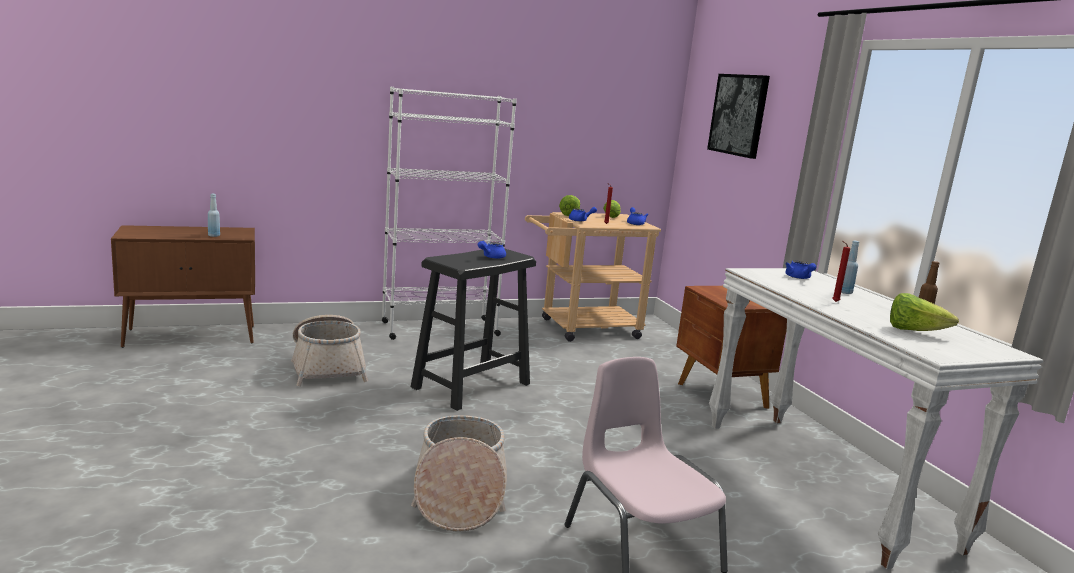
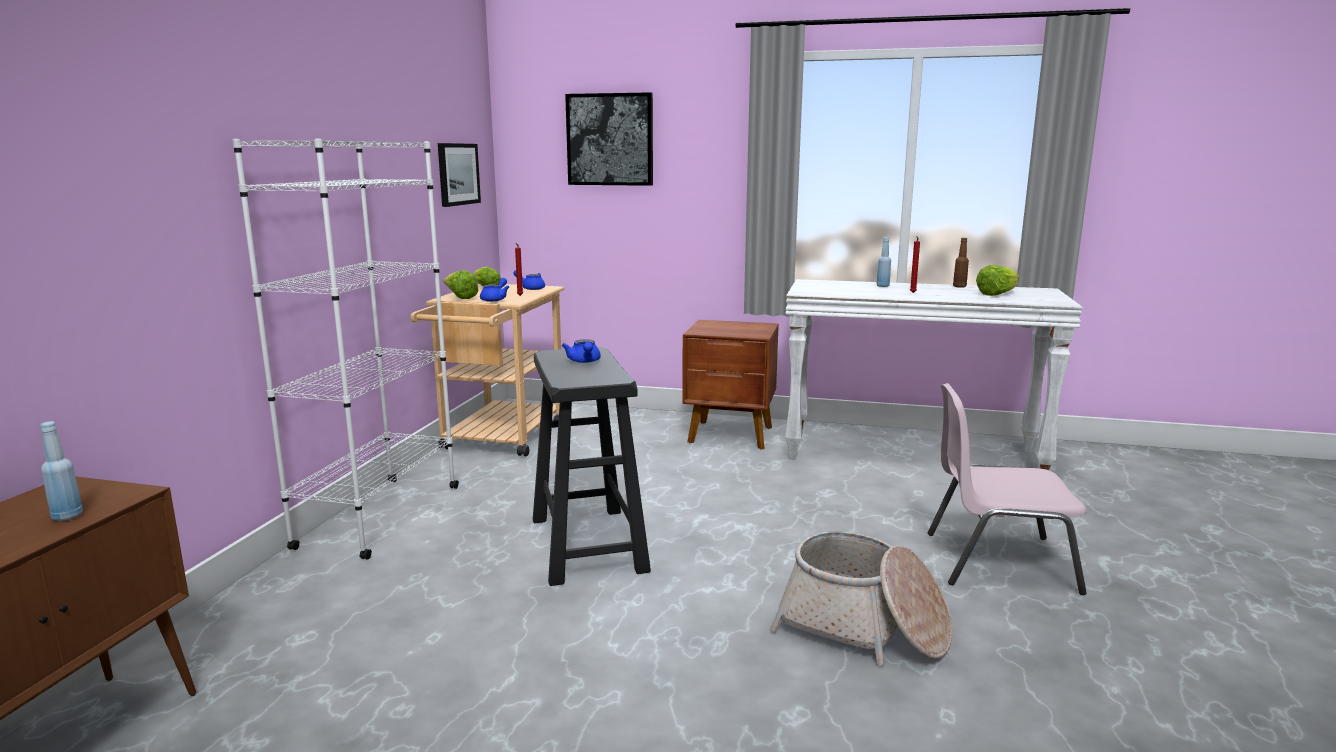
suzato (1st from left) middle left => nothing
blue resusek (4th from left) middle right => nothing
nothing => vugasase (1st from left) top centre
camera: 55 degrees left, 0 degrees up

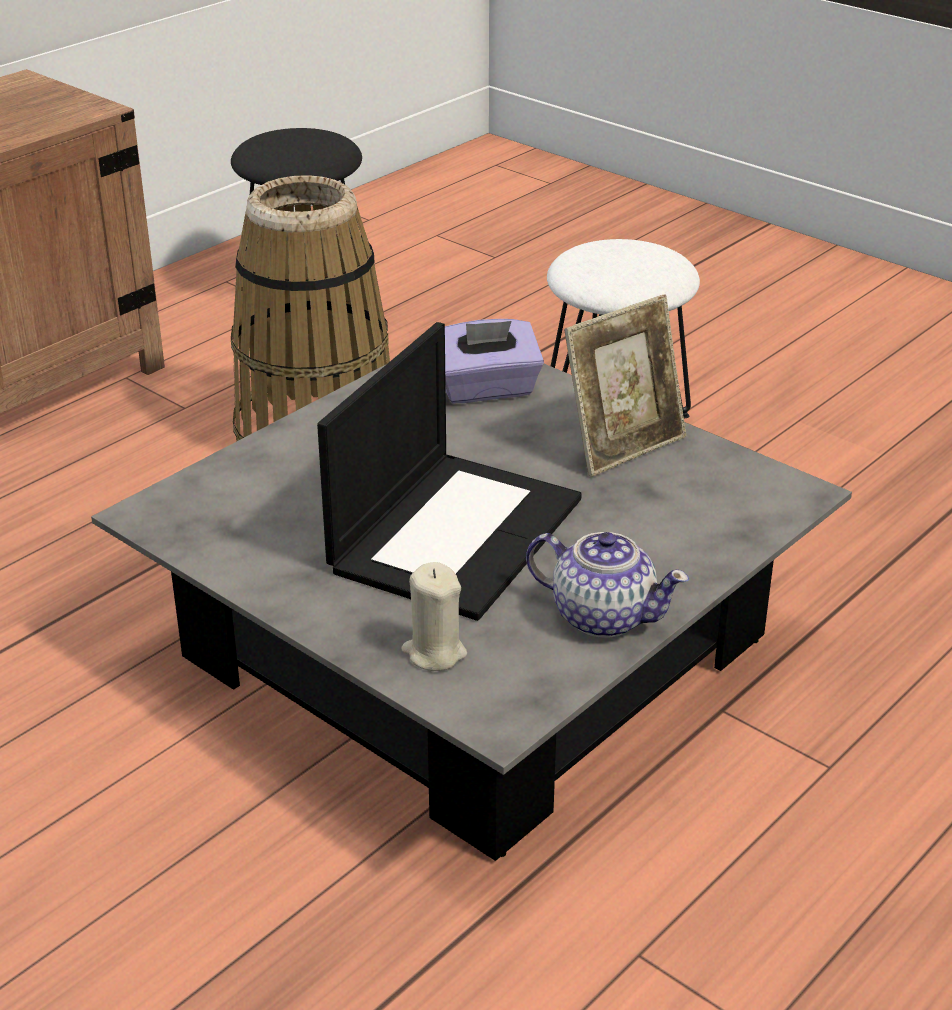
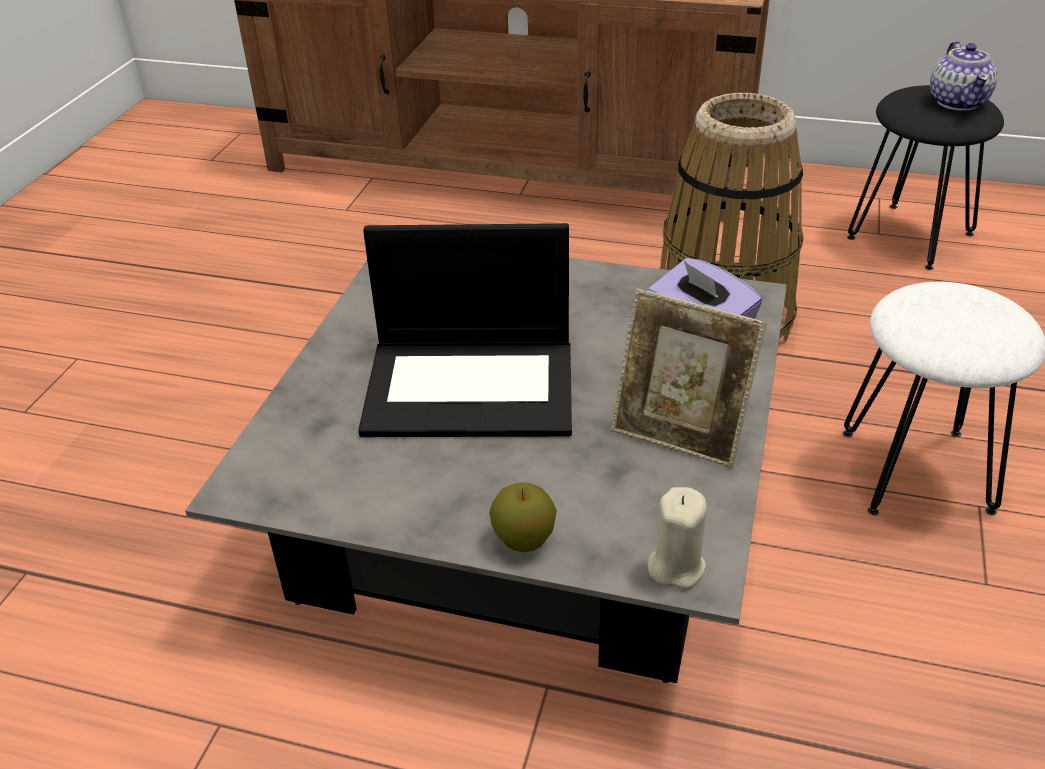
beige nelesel centre => beige nelesel bottom centre, moved
resusek centre => resusek top right, moved
nothing => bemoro bottom centre
camera: 65 degrees right, 5 degrees up

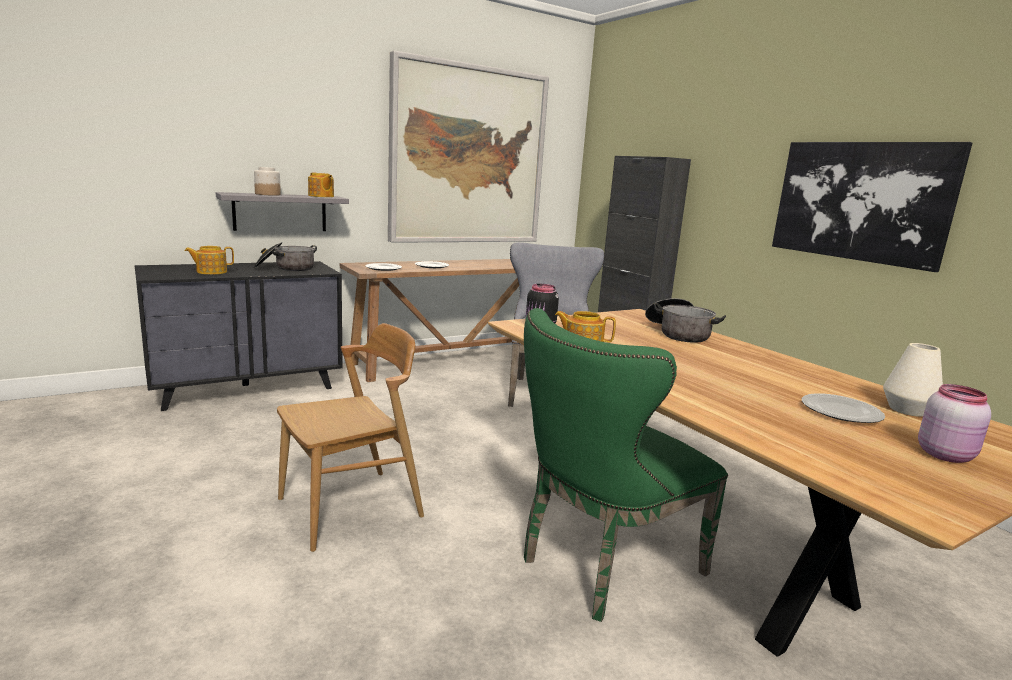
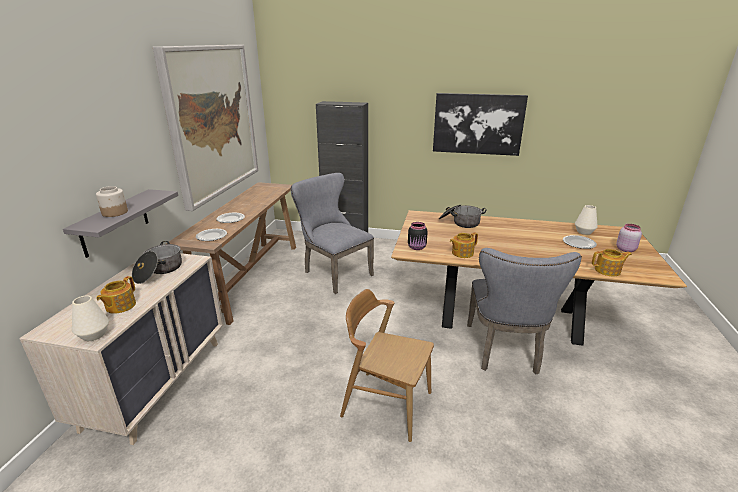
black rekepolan middle left => beige rekepolan bottom left
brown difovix centre => brown difovix bottom centre, 75 degrees counterclockwise
resusek (2nd from left in the first image) top left => resusek (3rd from left) middle right, moved
green difovix bottom centre => grey difovix (2nd from left) middle right
nothing => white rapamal (1st from left) middle left
camera: 45 degrees left, 10 degrees up

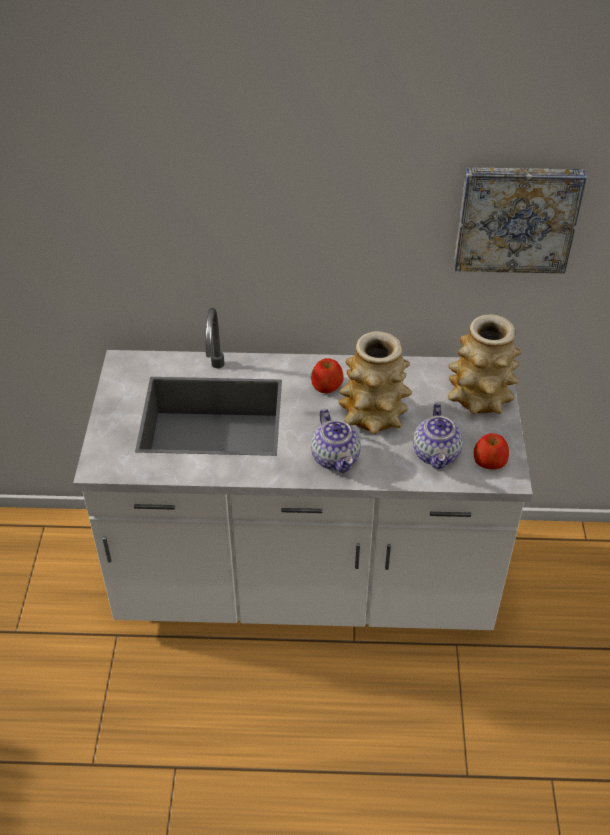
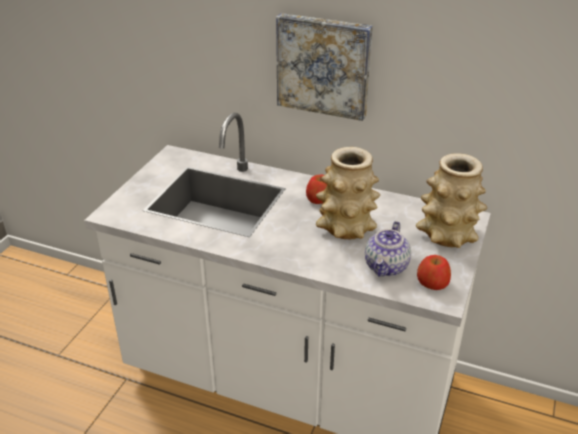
resusek (1st from left) centre => nothing
vugasase top right => vugasase top centre, moved
camera: 20 degrees right, 10 degrees down

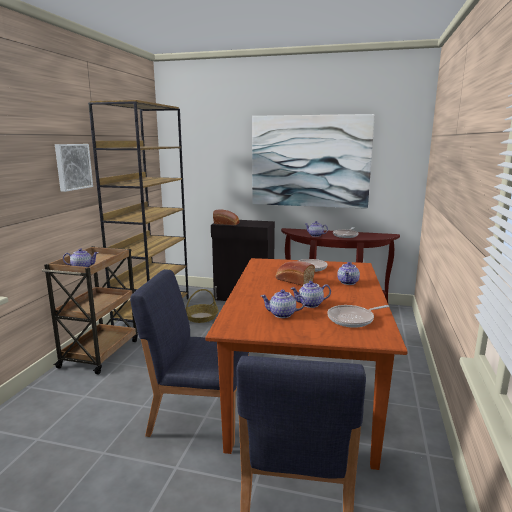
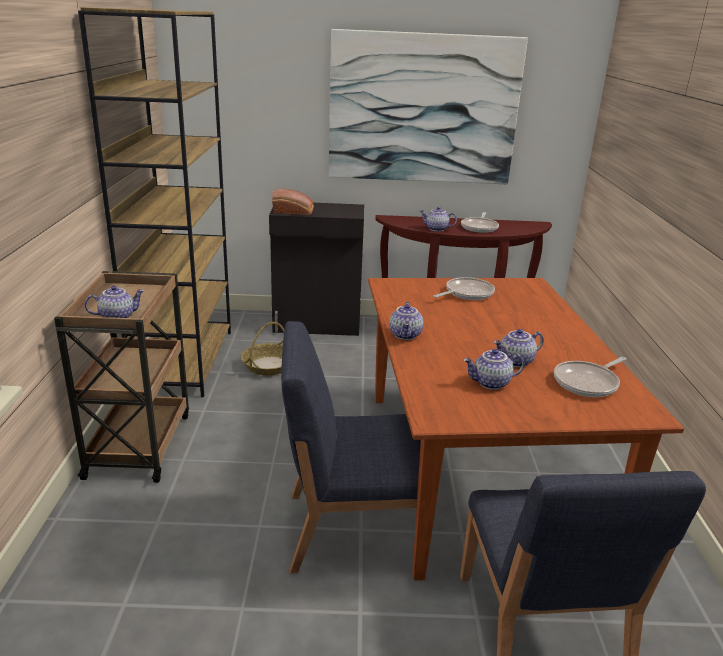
vugasase (1st from left) top left => nothing
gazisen (2nd from left) centre => nothing
resusek (5th from left in the first image) middle right => resusek (2nd from left) centre, moved
camera: 15 degrees left, 10 degrees up

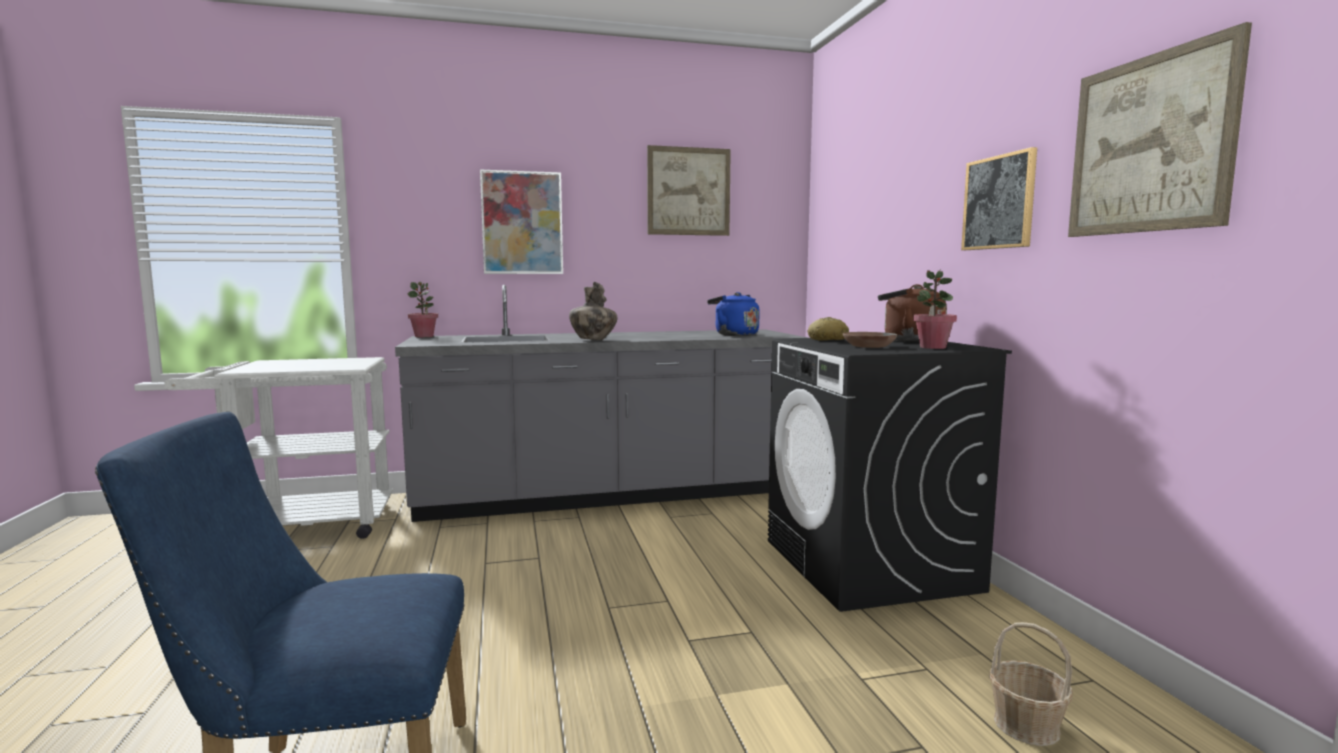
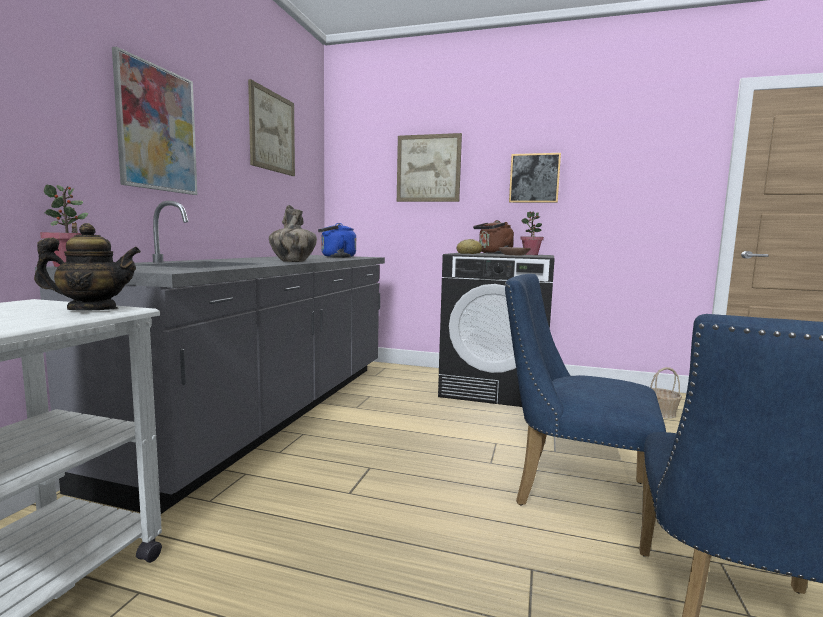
vugasase (4th from left in the first image) top right => vugasase (3rd from left) top centre, moved
nothing => resusek middle left
nothing => blue difovix (1st from left) middle right
camera: 60 degrees left, 0 degrees up

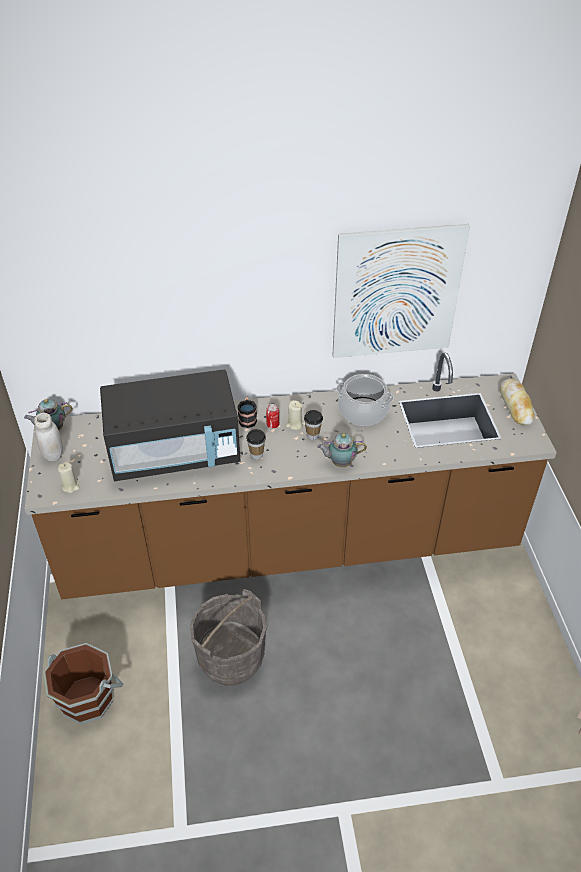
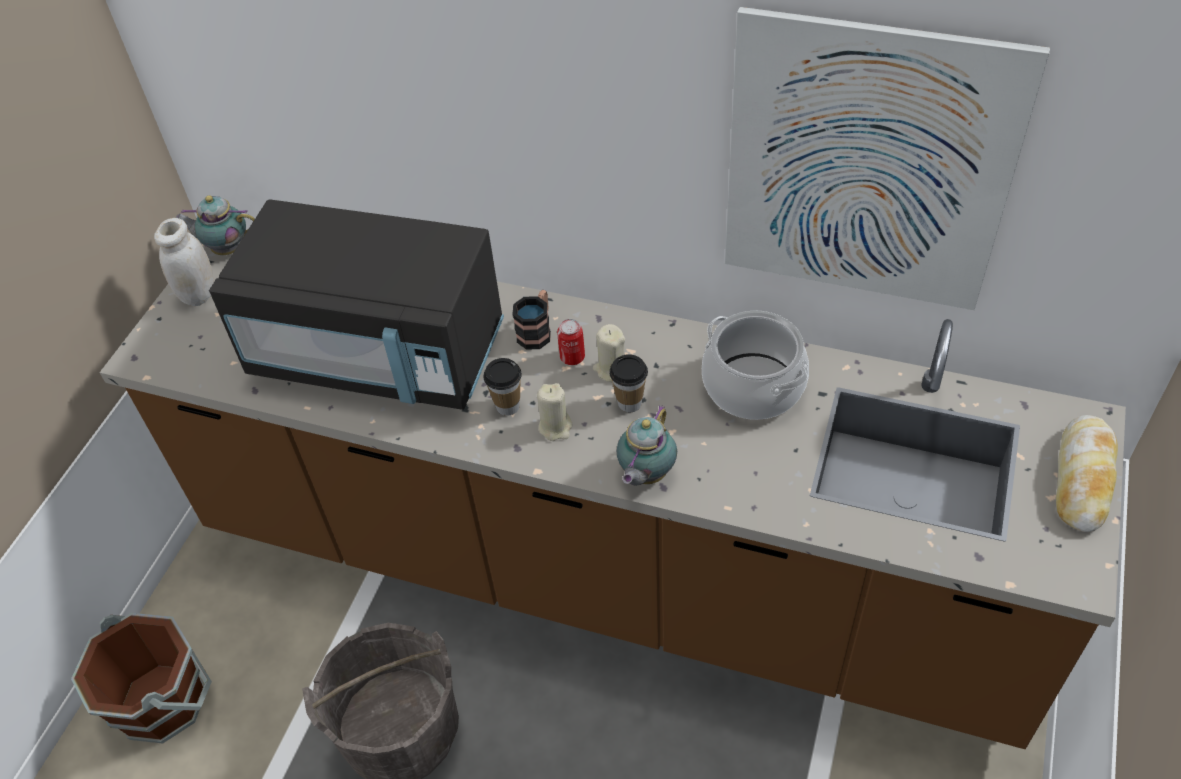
beige nelesel (1st from left) middle left => beige nelesel (1st from left) centre, moved
resusek (2nd from left) centre, 90 degrees counterclockwise
camera: 30 degrees right, 5 degrees up

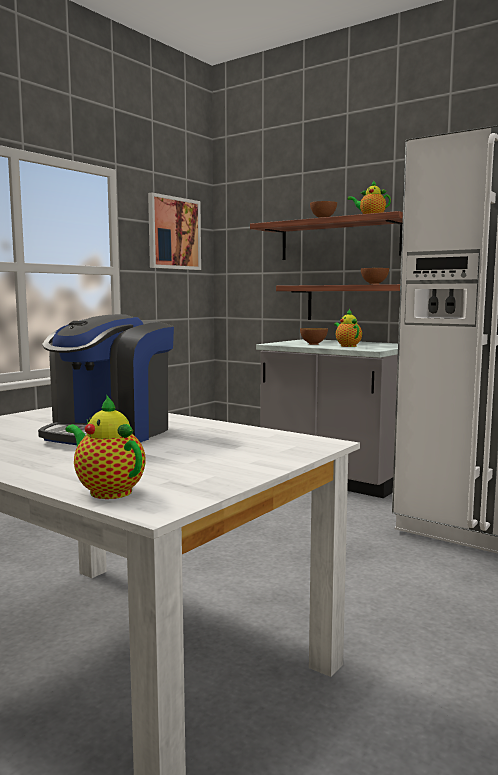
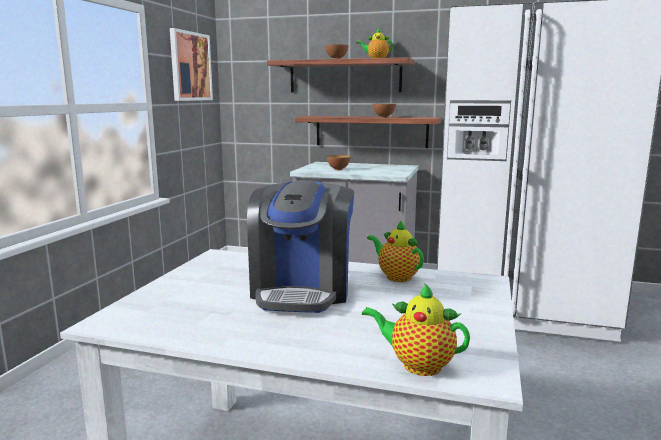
resusek (2nd from left) middle right => resusek (2nd from left) centre, moved
camera: 20 degrees left, 5 degrees up

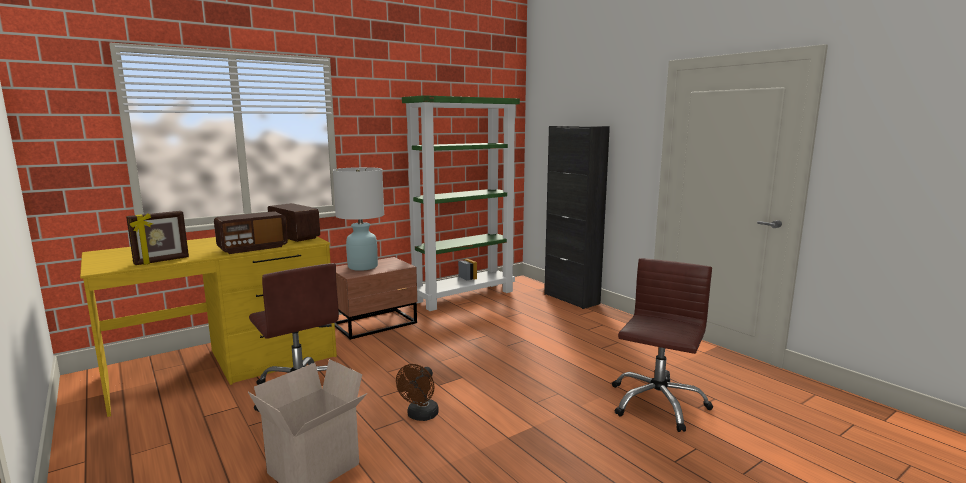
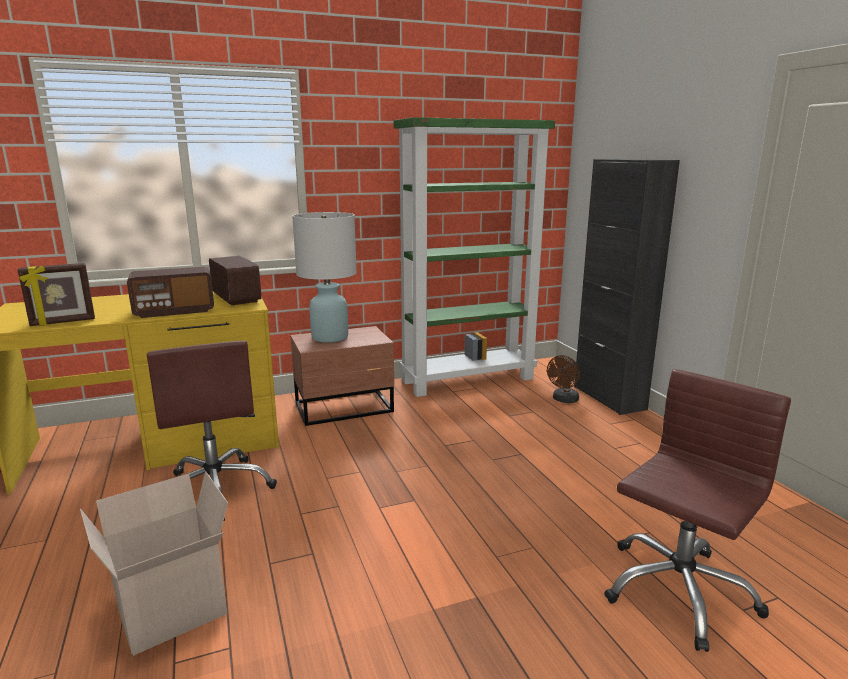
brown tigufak bottom centre => brown tigufak centre, moved
camera: 15 degrees right, 5 degrees up

